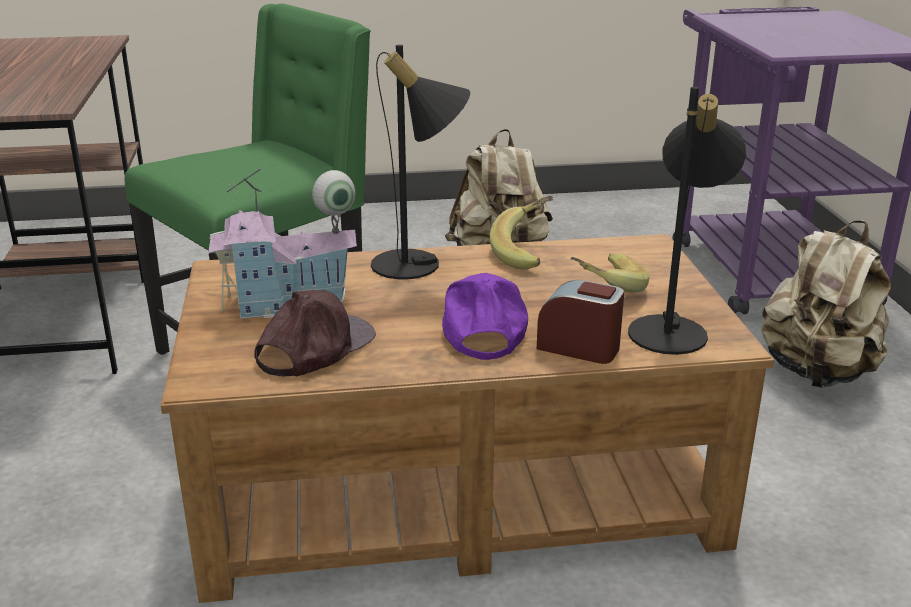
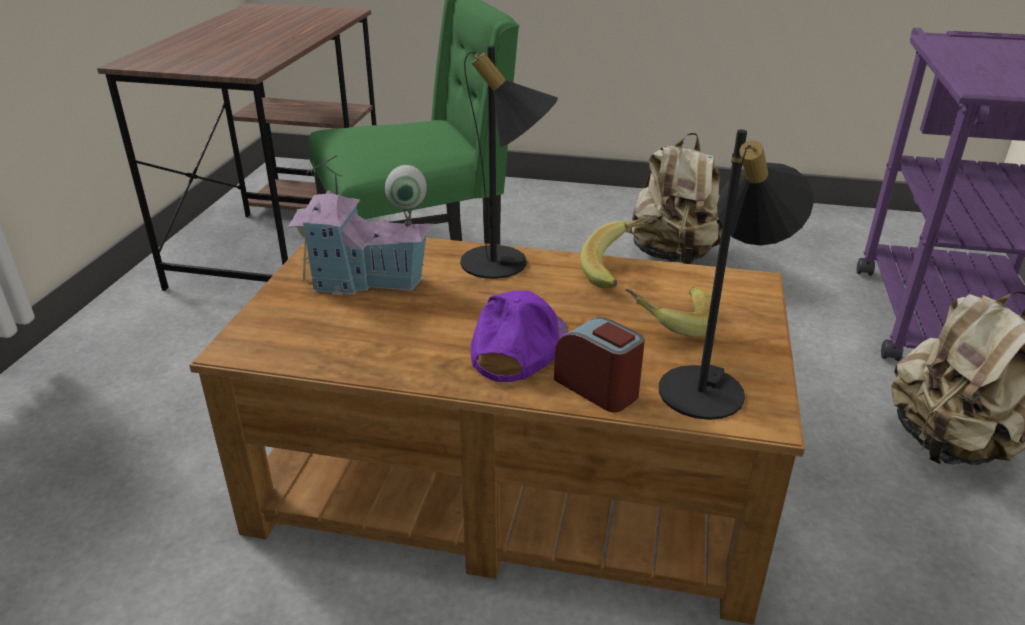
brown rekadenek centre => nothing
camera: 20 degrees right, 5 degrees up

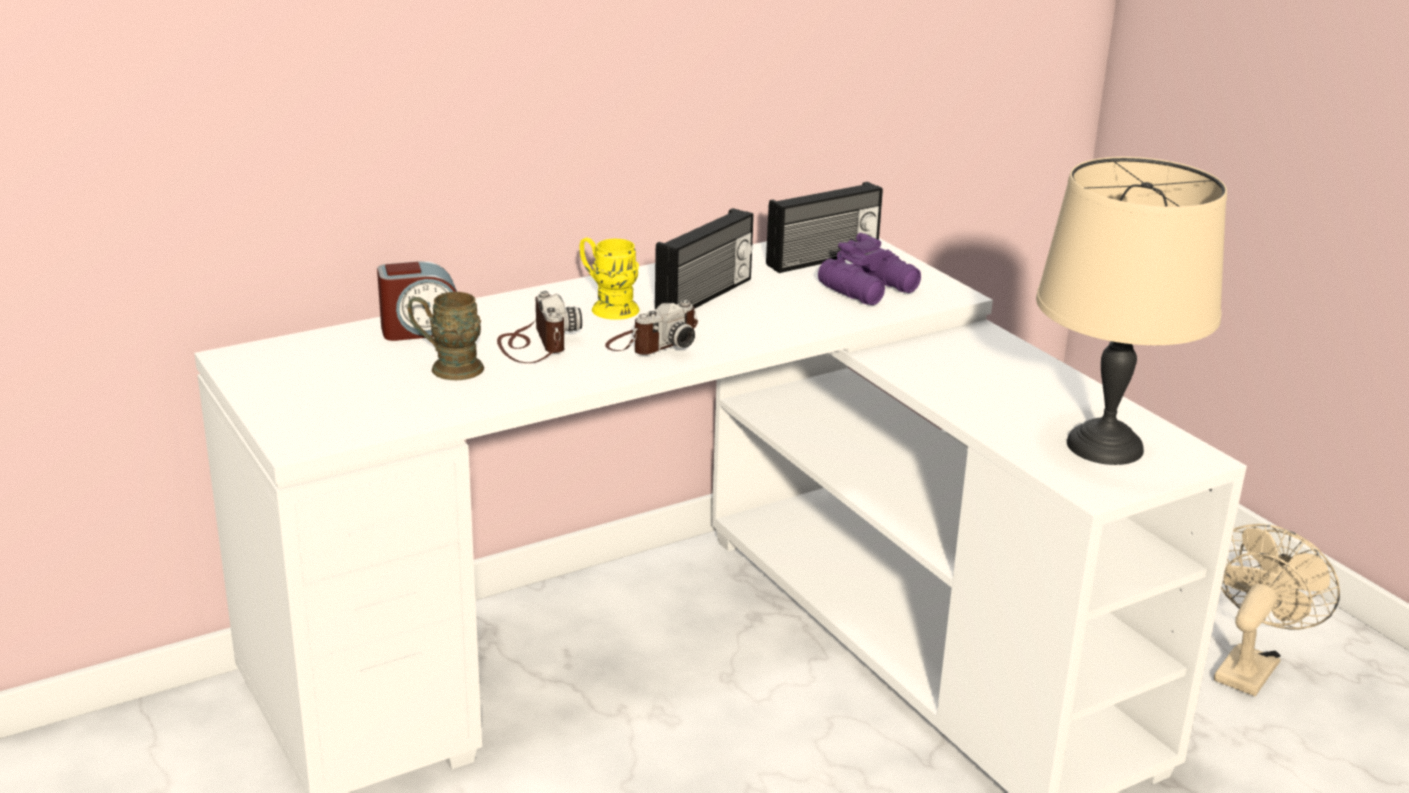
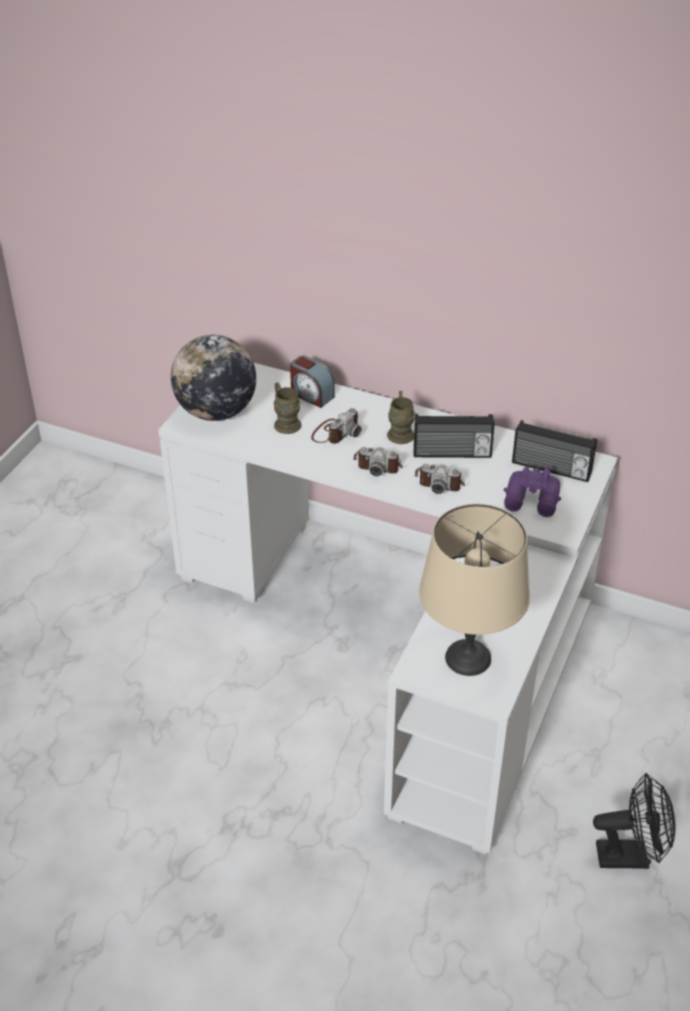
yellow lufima centre => brown lufima (2nd from left) centre
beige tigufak bottom right => black tigufak bottom right
nothing => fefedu middle left
nothing => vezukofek (3rd from left) centre
camera: 55 degrees right, 15 degrees up

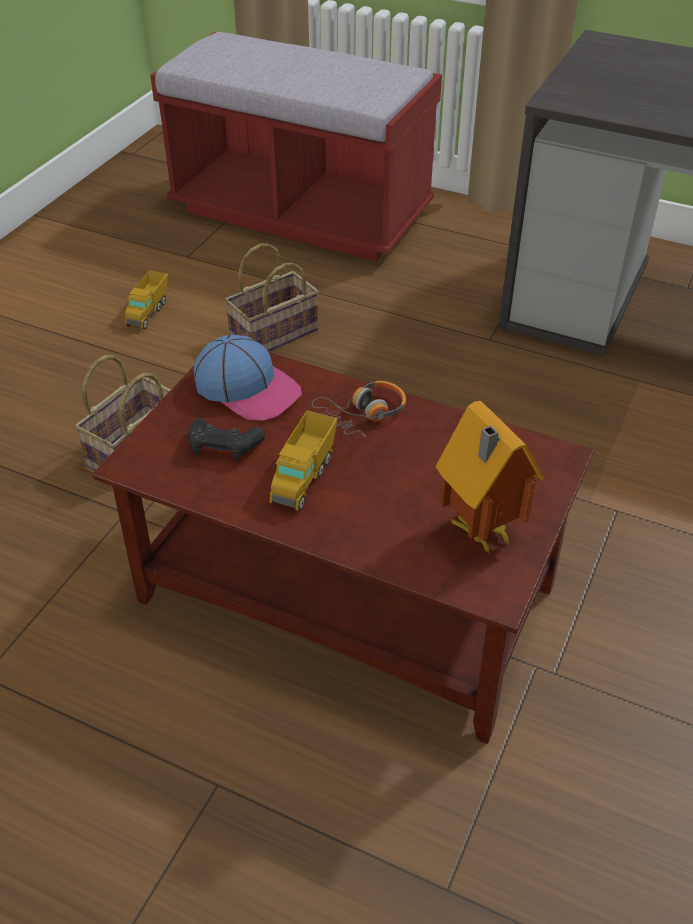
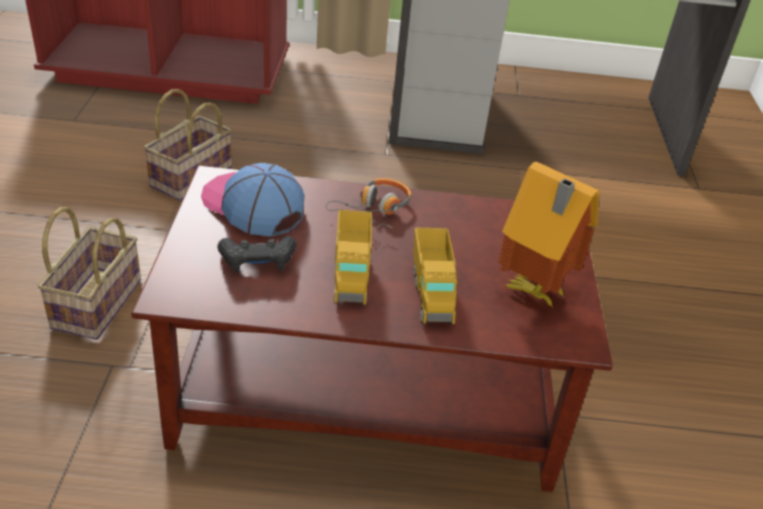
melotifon (1st from left in the first image) top left => melotifon (2nd from left) centre, moved
rekadenek centre => rekadenek middle left, 150 degrees counterclockwise
camera: 25 degrees left, 5 degrees down

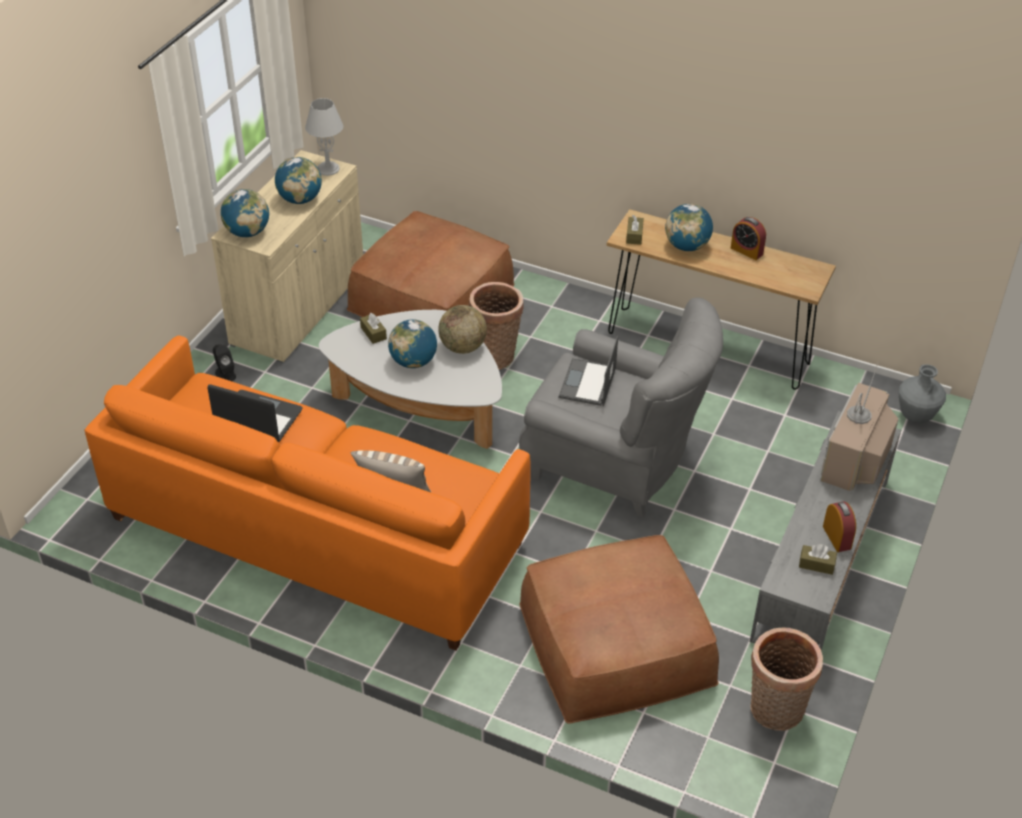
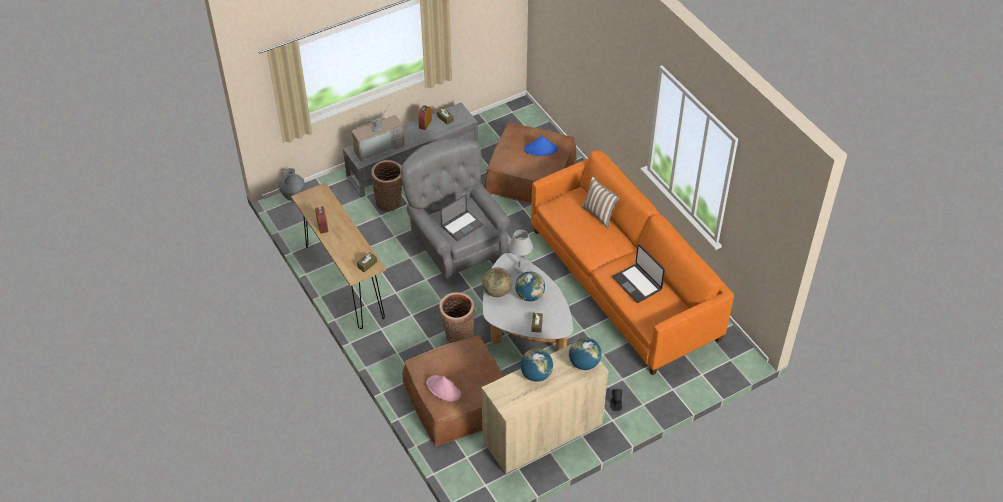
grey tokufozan top left => grey tokufozan centre, moved
fefedu (5th from left) top right => nothing
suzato (2nd from left in the first image) bottom right => suzato (1st from left) centre, moved
nothing => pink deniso bottom centre
nothing => blue deniso top centre
camera: 145 degrees left, 5 degrees up

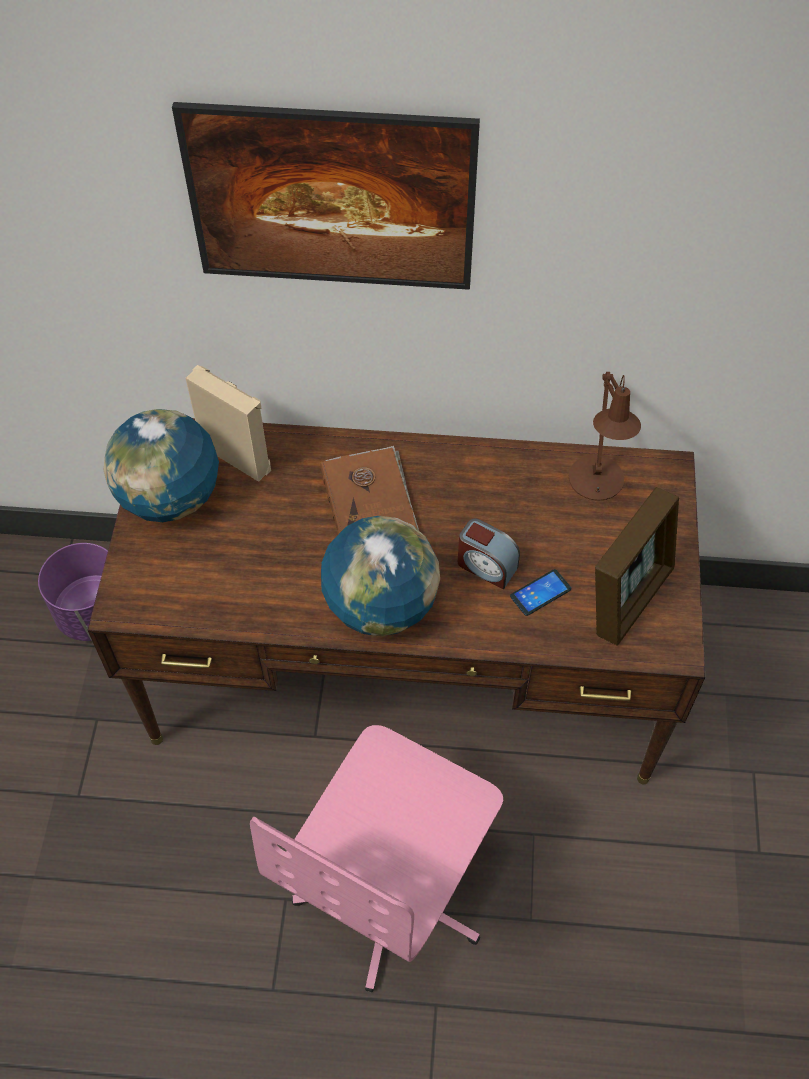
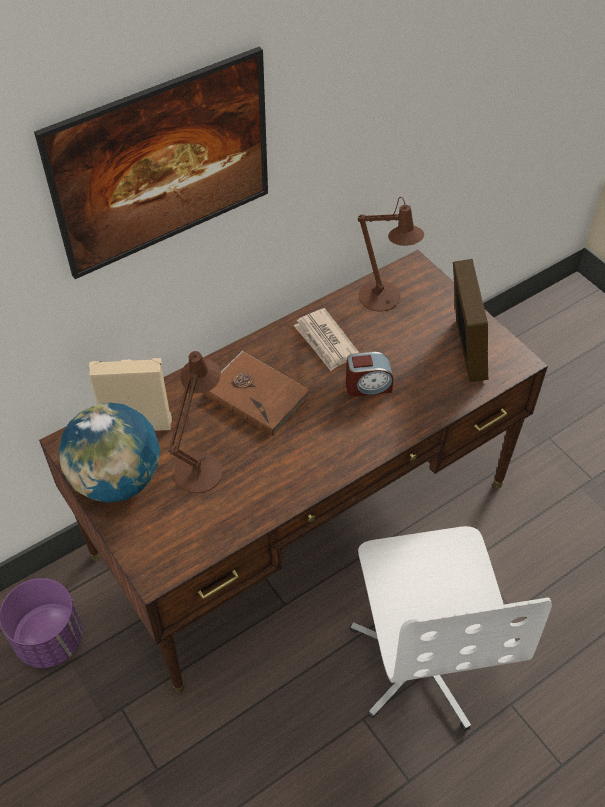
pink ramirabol bottom centre => white ramirabol bottom right
fefedu (2nd from left) centre => nothing
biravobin middle right => nothing
nothing => brown tokufozan (1st from left) middle left
nothing => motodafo centre
camera: 40 degrees left, 5 degrees down

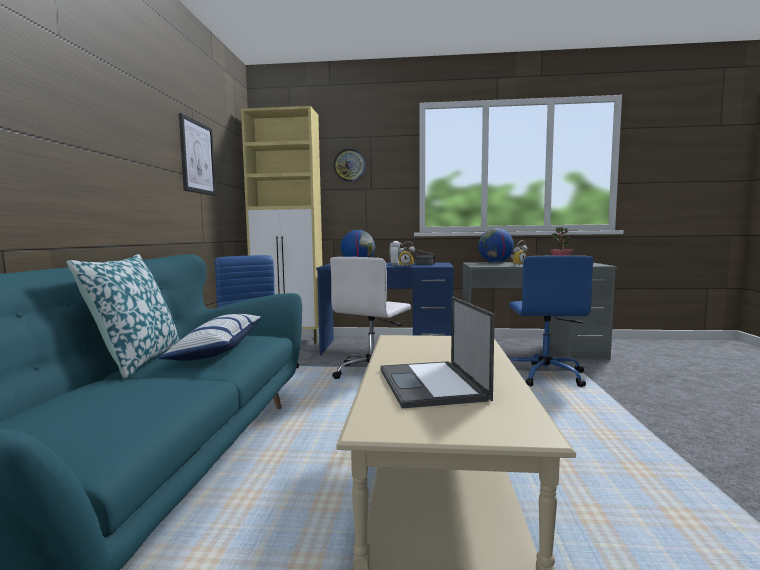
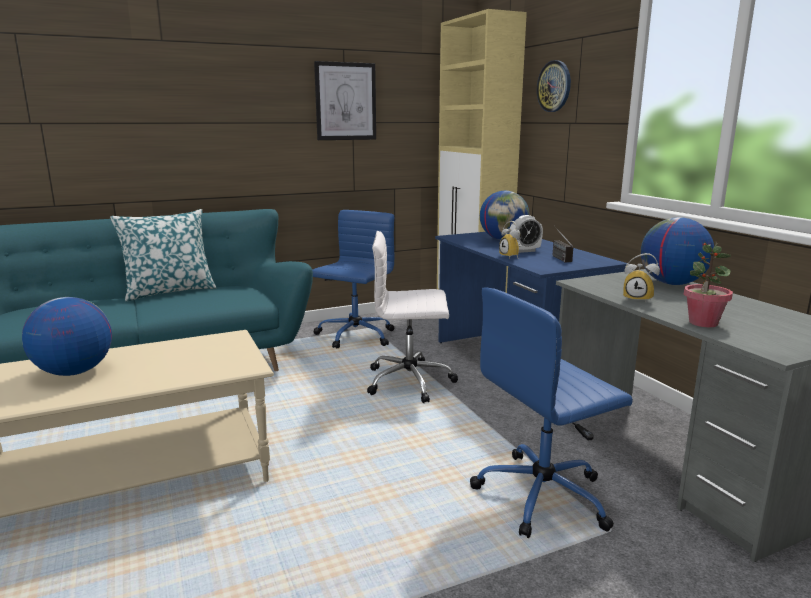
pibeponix (2nd from left) middle left => nothing
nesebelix centre => fefedu (1st from left) middle left
camera: 60 degrees right, 10 degrees up

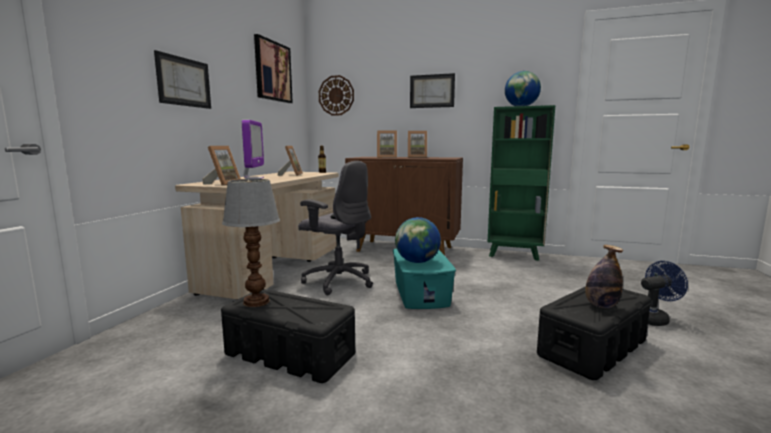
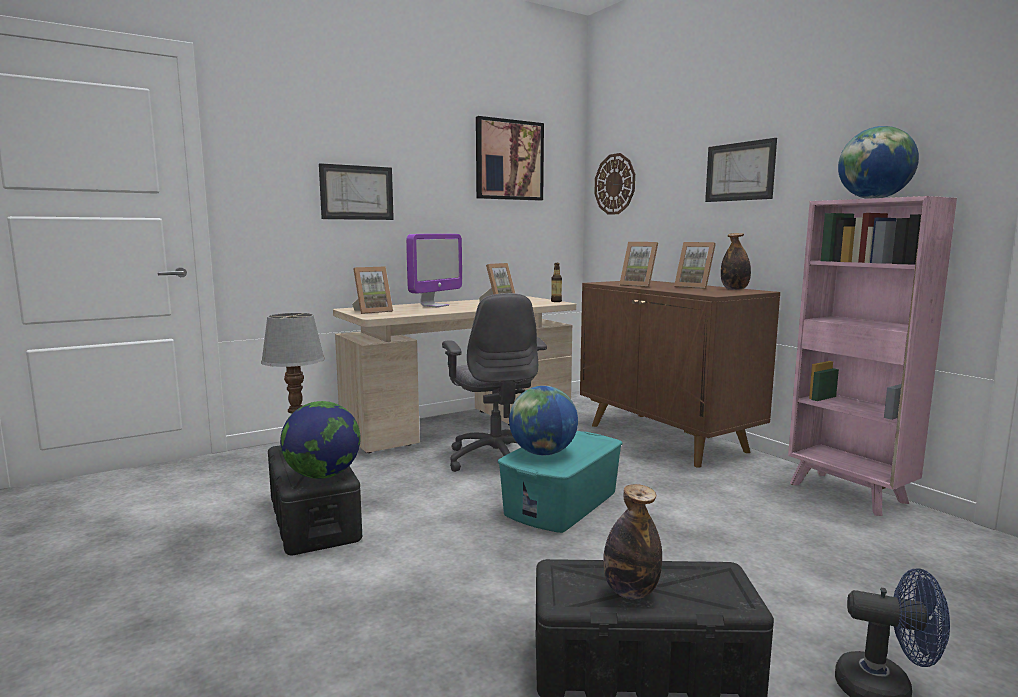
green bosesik middle right => pink bosesik middle right
nothing => fefedu (1st from left) middle left
nothing => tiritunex (3rd from left) middle right
camera: 40 degrees right, 0 degrees up

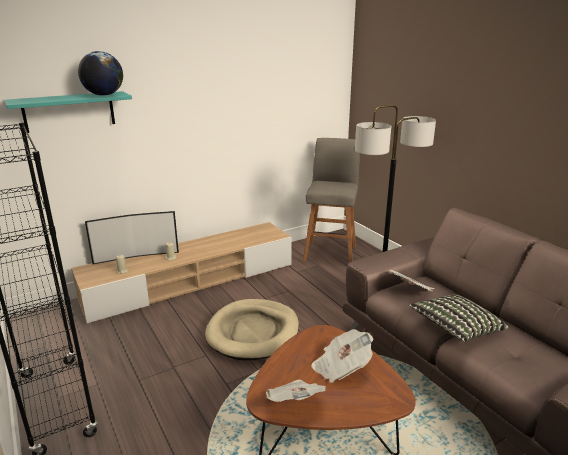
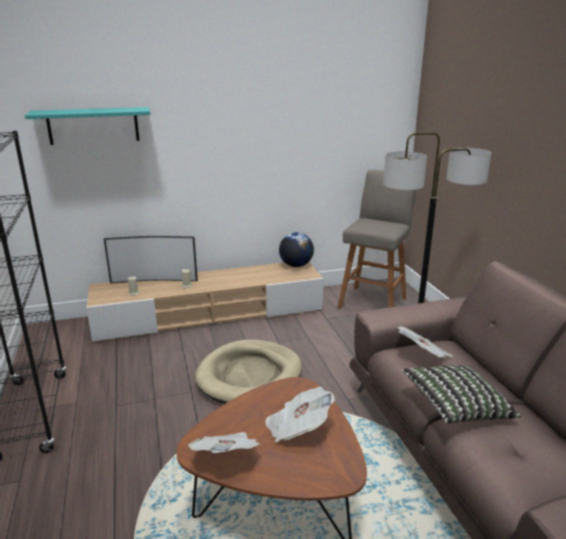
fefedu top left => fefedu centre, moved
camera: 15 degrees right, 0 degrees up

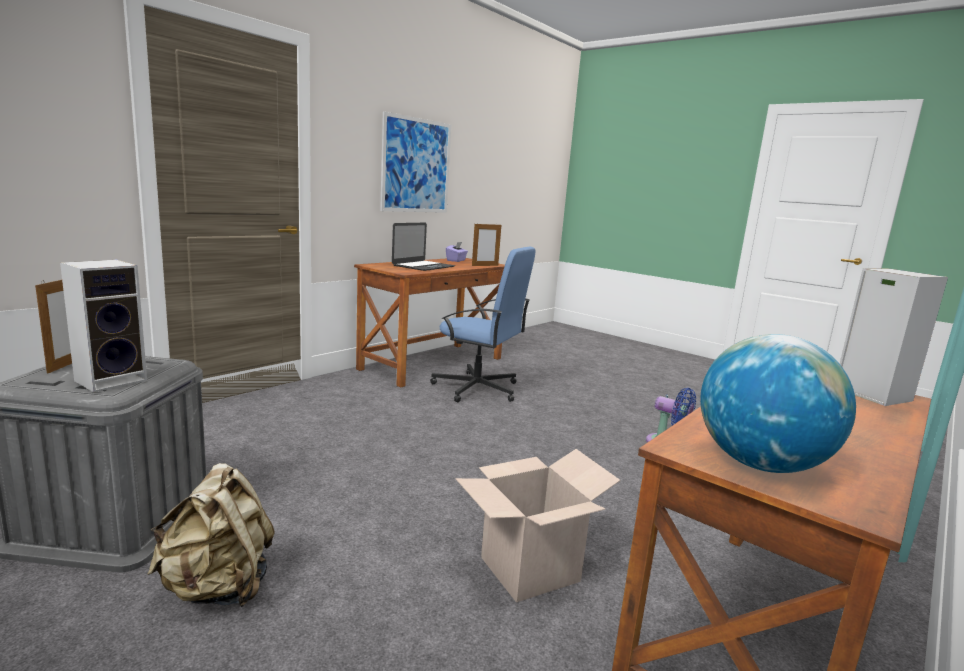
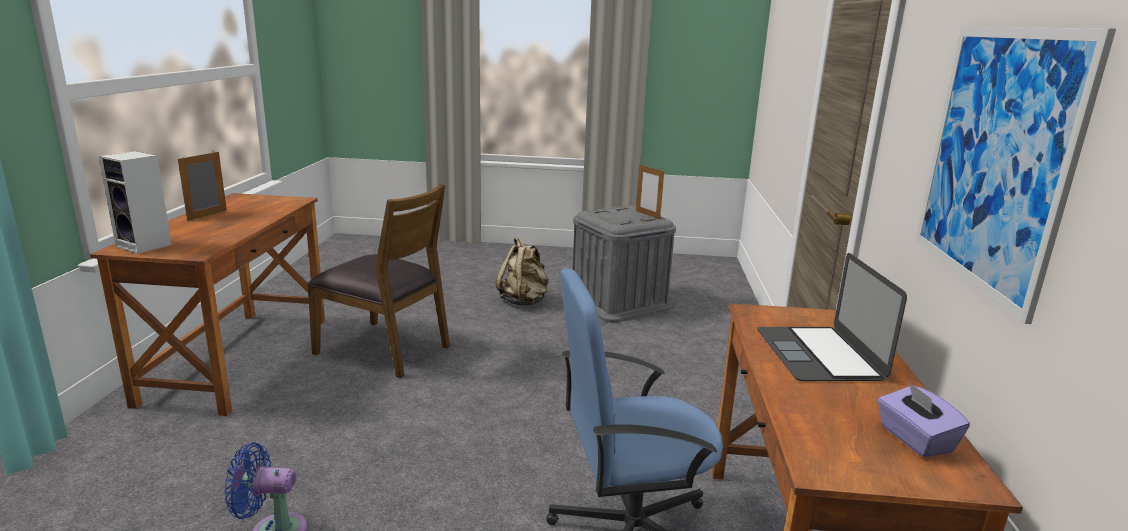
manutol (1st from left) middle left => nothing
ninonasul bottom centre => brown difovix centre
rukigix (2nd from left in the first image) centre => rukigix (1st from left) middle left, moved
fefedu middle right => nothing
camera: 145 degrees right, 5 degrees up

